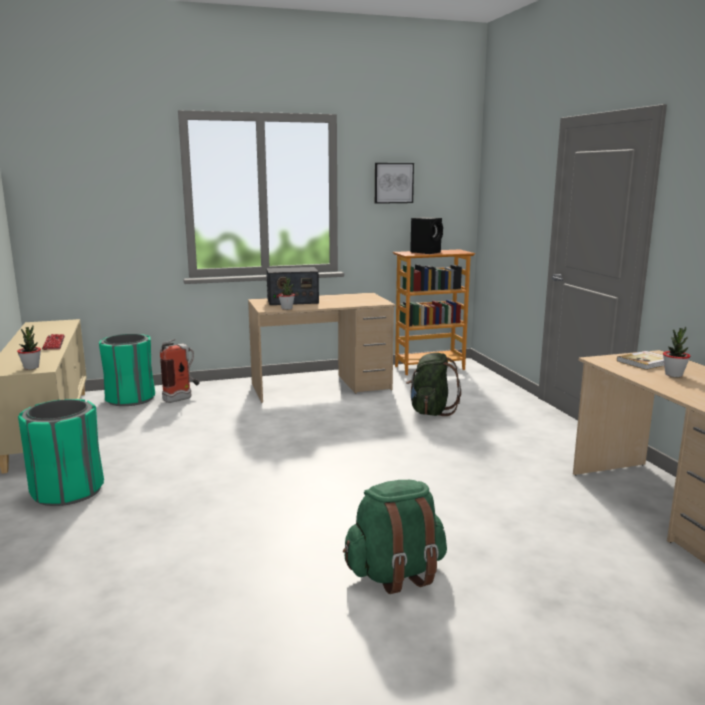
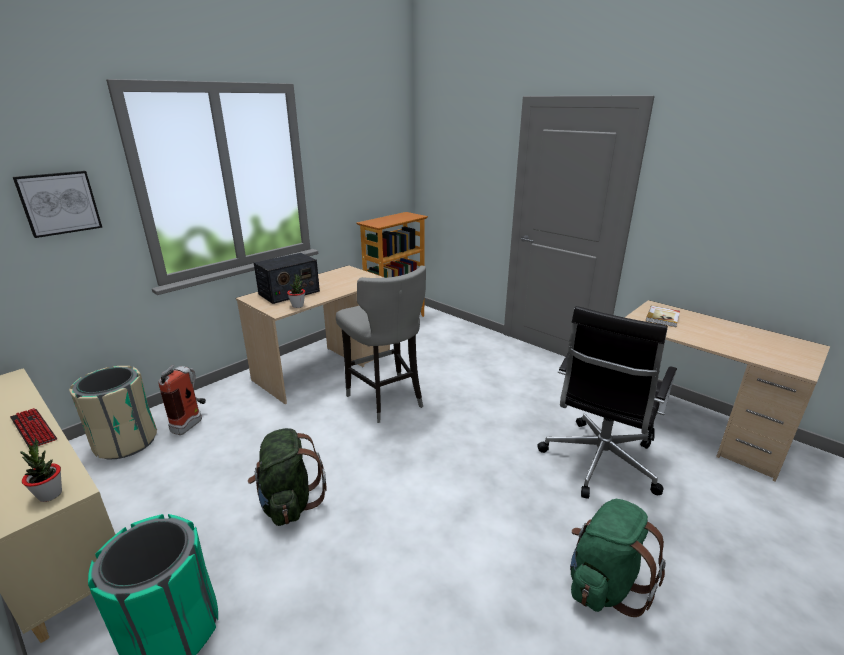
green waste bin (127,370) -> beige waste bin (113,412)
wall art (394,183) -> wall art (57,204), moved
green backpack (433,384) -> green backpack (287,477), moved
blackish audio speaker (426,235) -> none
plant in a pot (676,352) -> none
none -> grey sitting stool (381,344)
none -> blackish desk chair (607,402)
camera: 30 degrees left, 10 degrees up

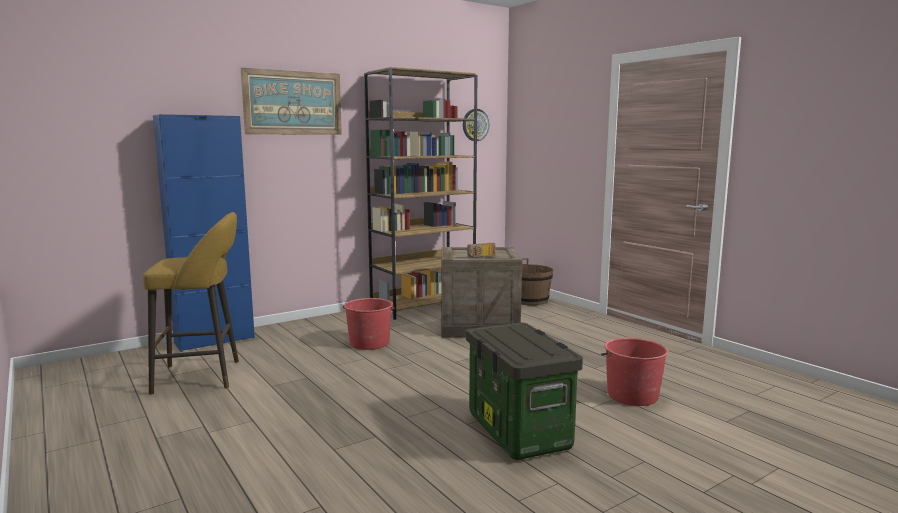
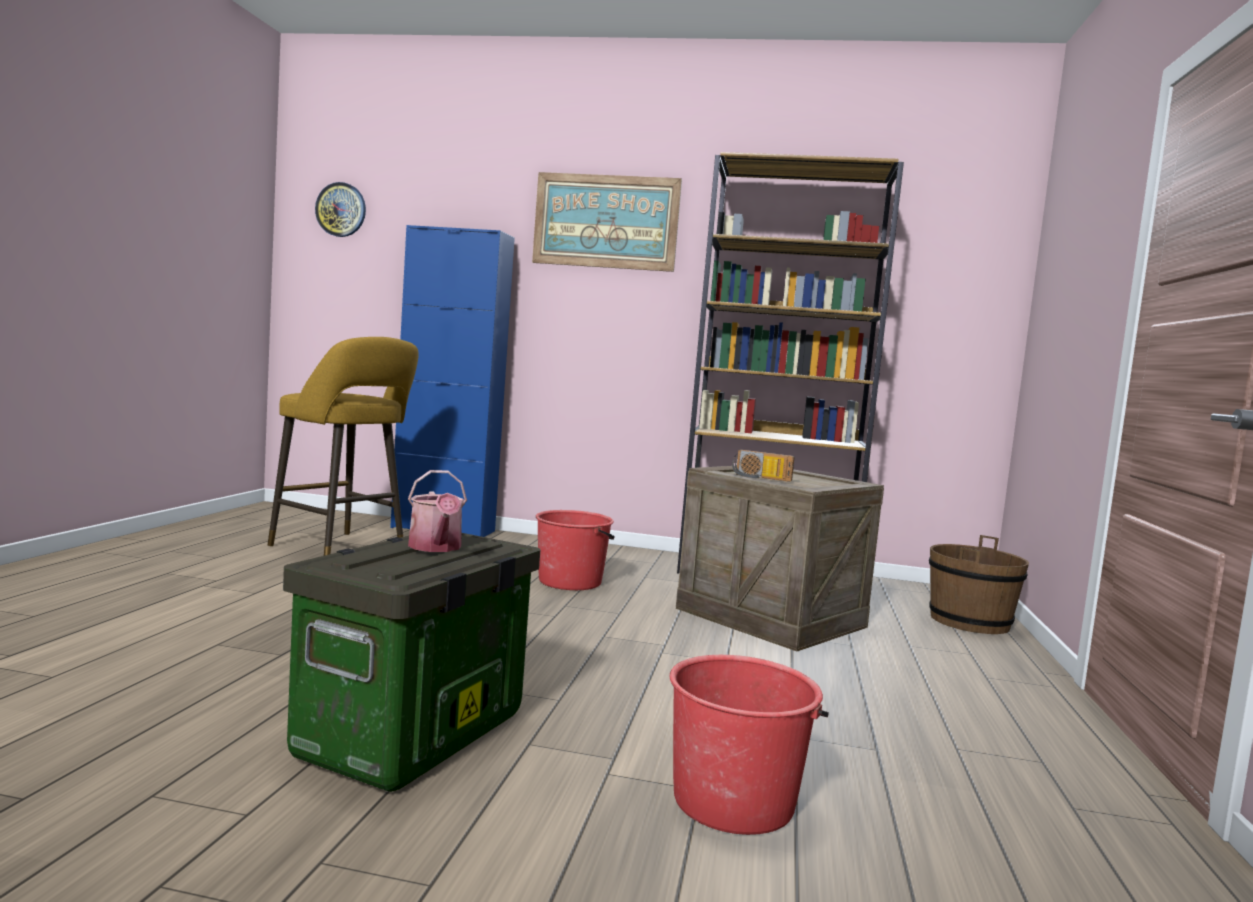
hanging clock (476,125) -> hanging clock (340,209), moved
none -> watering pot (437,511)
camera: 45 degrees right, 5 degrees down

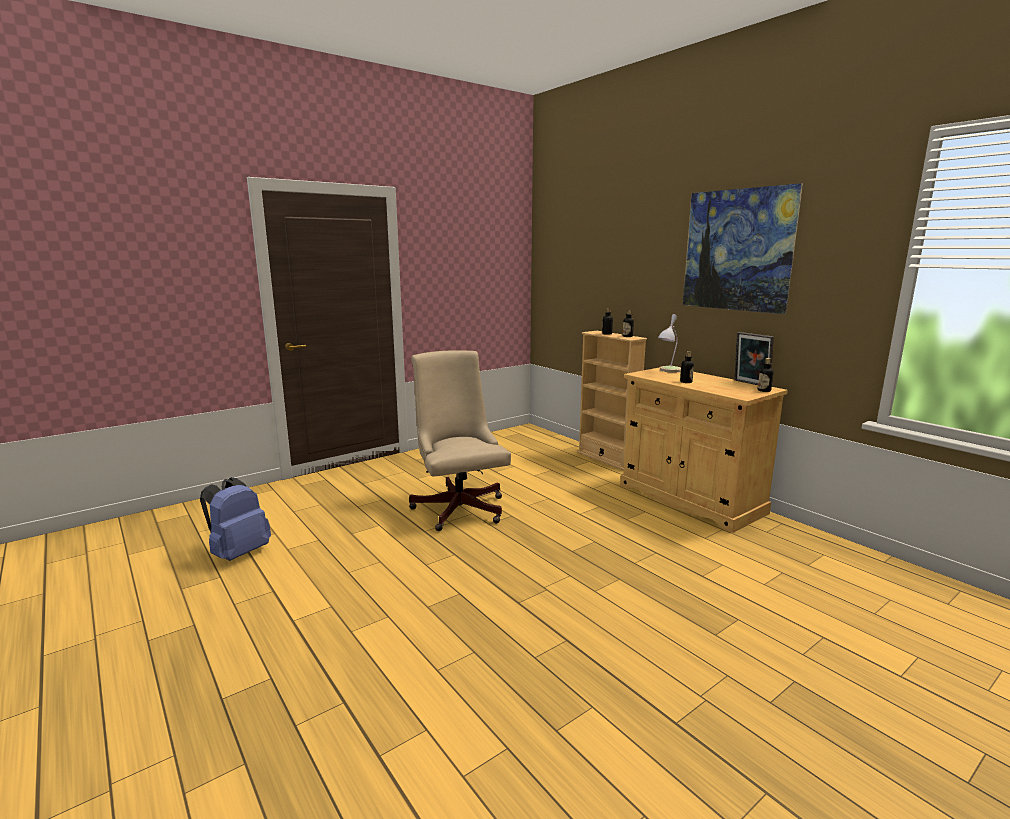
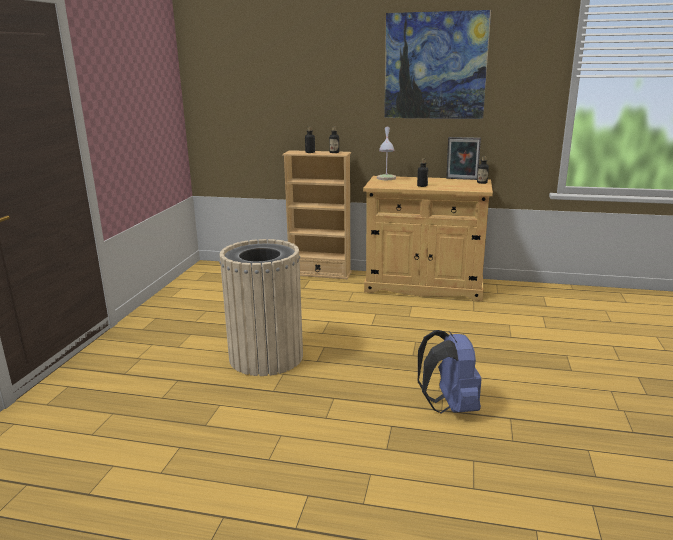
blue-coloured backpack (235,519) -> blue-coloured backpack (449,371), moved
beige desk chair (460,440) -> beige waste bin (261,307)
camera: 40 degrees left, 5 degrees up

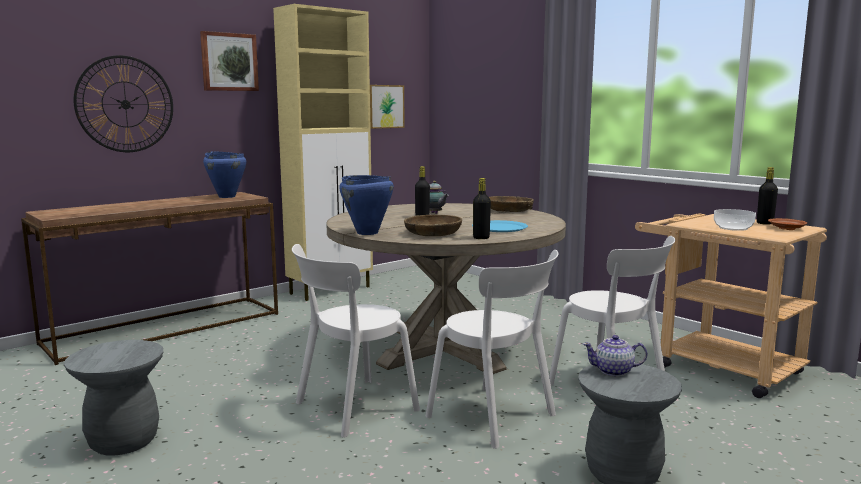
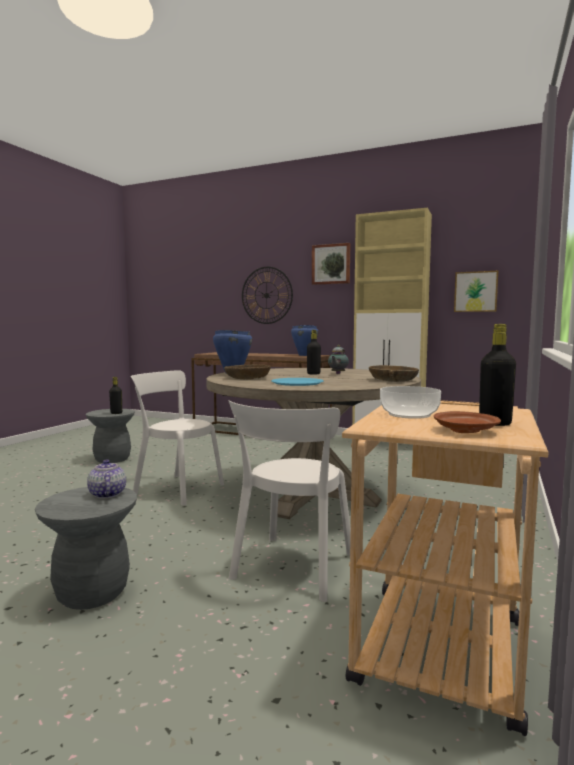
whitish plain chair (492,349) -> none
blackish beverage bottle (482,208) -> blackish beverage bottle (115,395), moved
camera: 65 degrees right, 5 degrees down

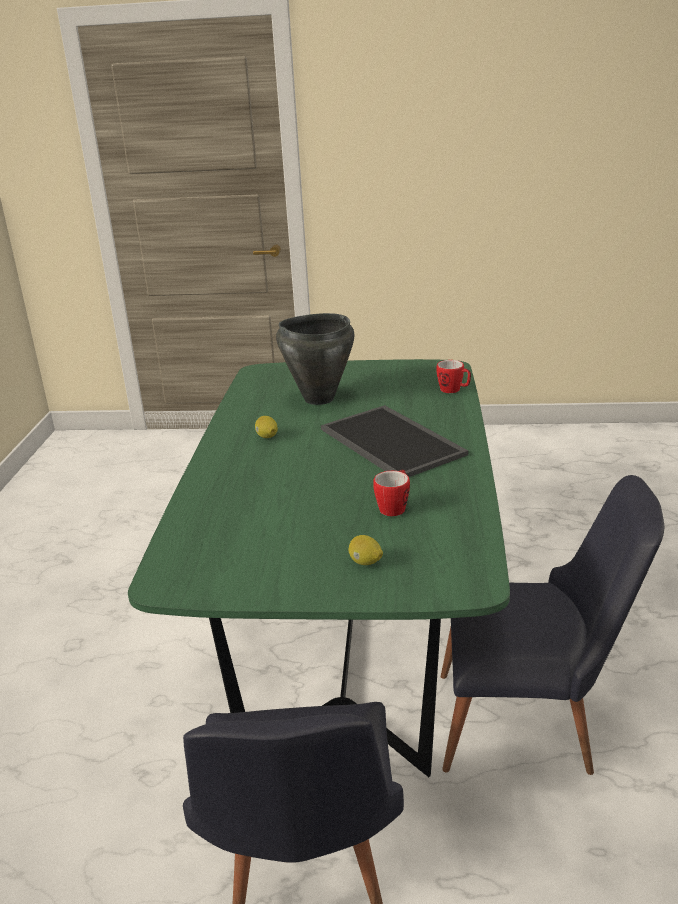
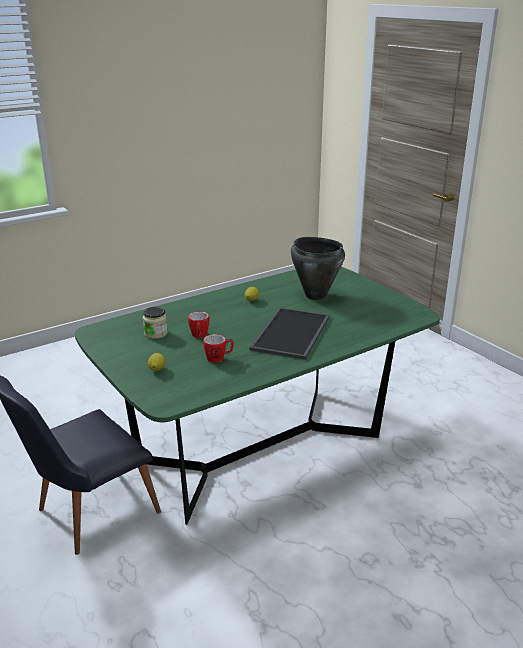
tea mug (454,376) -> tea mug (199,324), moved
blackish plain chair (552,625) -> none
none -> storage jar (155,323)
camera: 50 degrees right, 0 degrees up

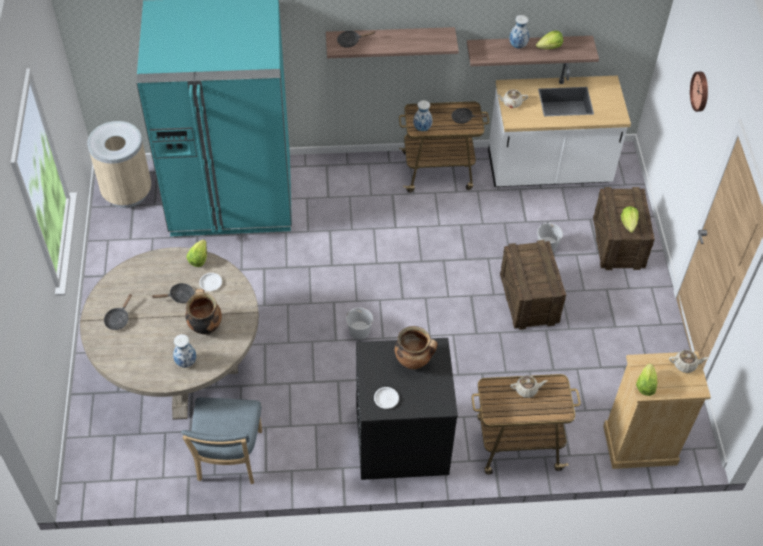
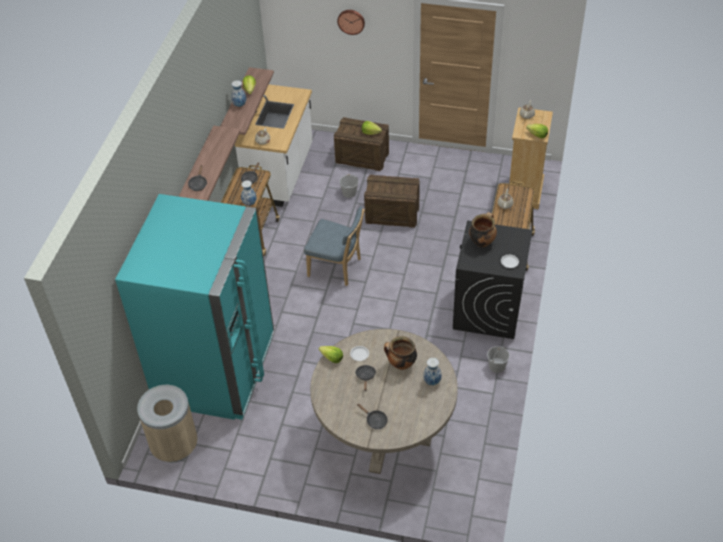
blue-coloured plain chair (221,440) -> blue-coloured plain chair (334,246), moved
whitish water bucket (359,324) -> whitish water bucket (498,359), moved
camera: 70 degrees left, 5 degrees down

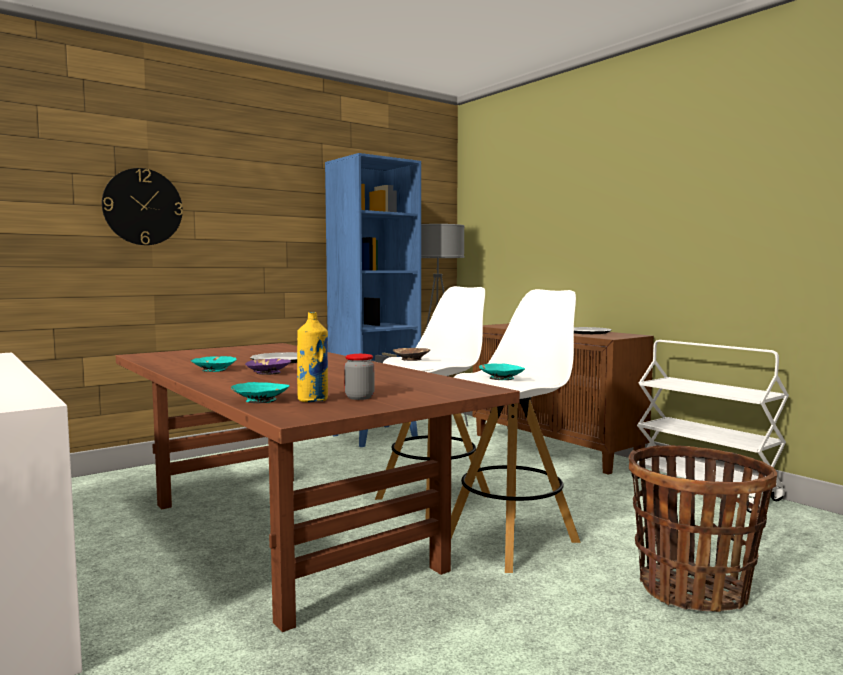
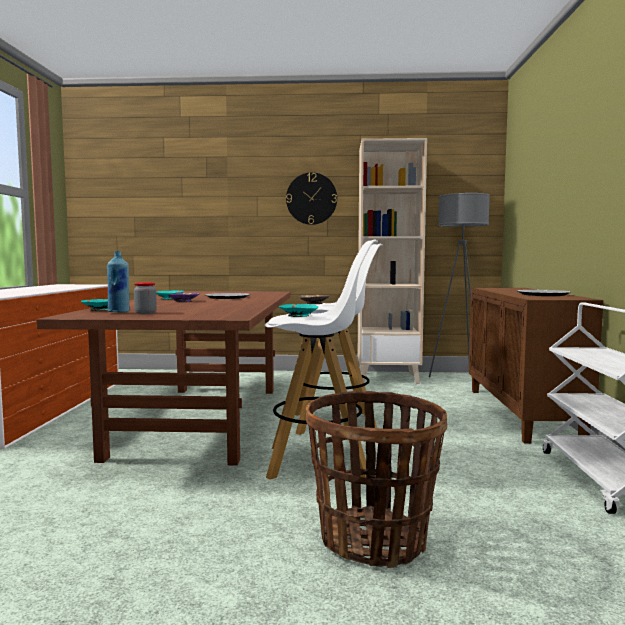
hanging clock (142,206) -> hanging clock (311,198), moved
yellow beverage bottle (312,357) -> blue-coloured beverage bottle (118,282)
blue-coloured bookcase (373,300) -> beige bookcase (392,261)
camera: 40 degrees right, 0 degrees up

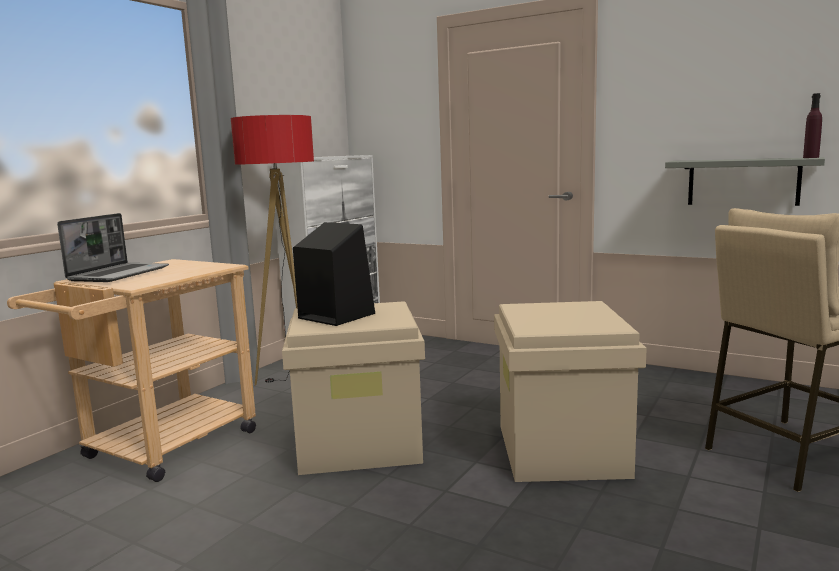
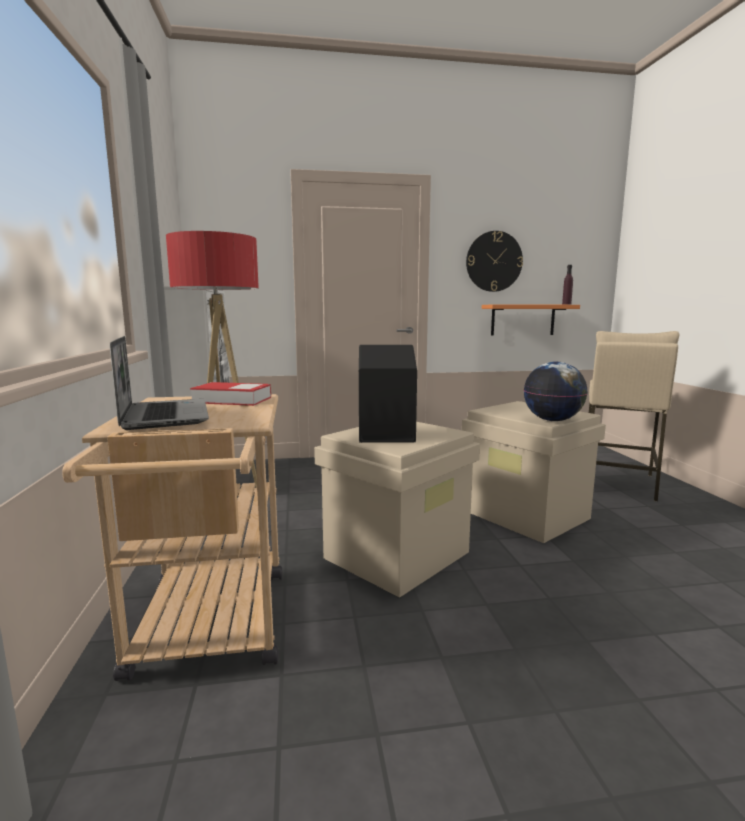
grey shelf (745,181) -> orangey shelf (531,320)
none -> bound book (230,394)
none -> hanging clock (494,261)
none -> desk globe (556,391)
camera: 40 degrees left, 0 degrees up

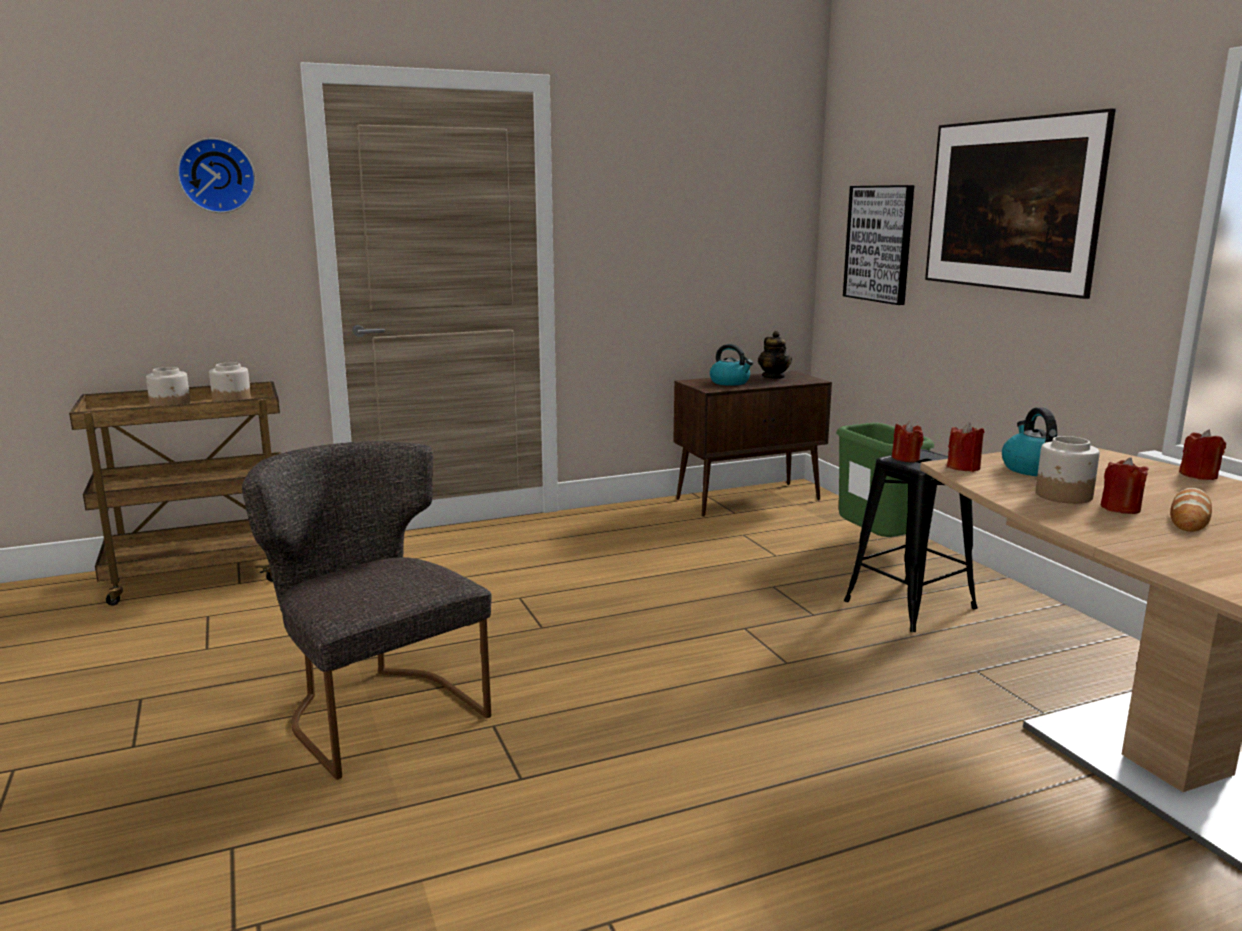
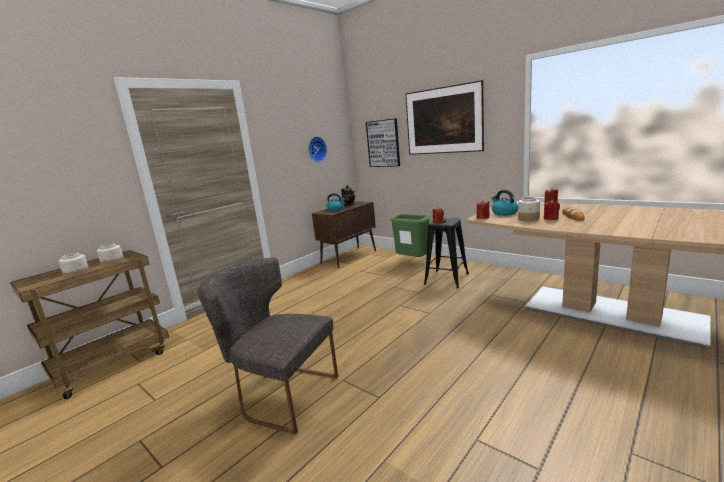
hanging clock (216,175) -> hanging clock (317,149), moved
camera: 25 degrees left, 0 degrees up

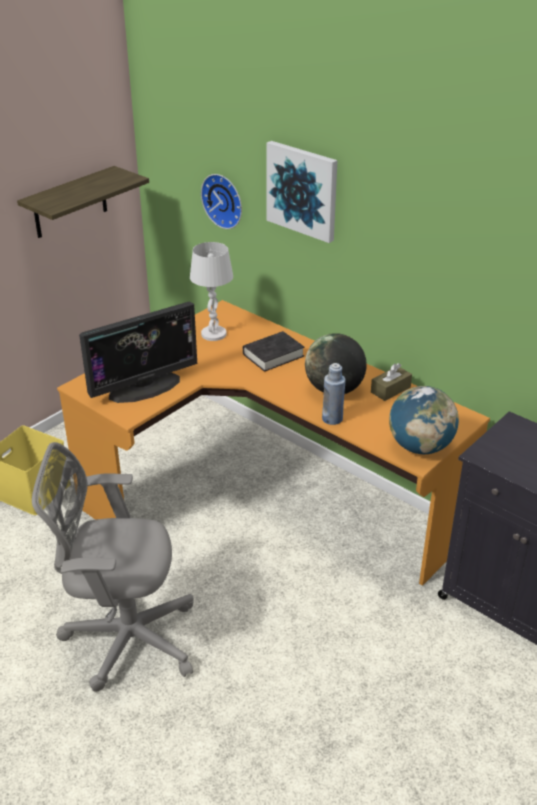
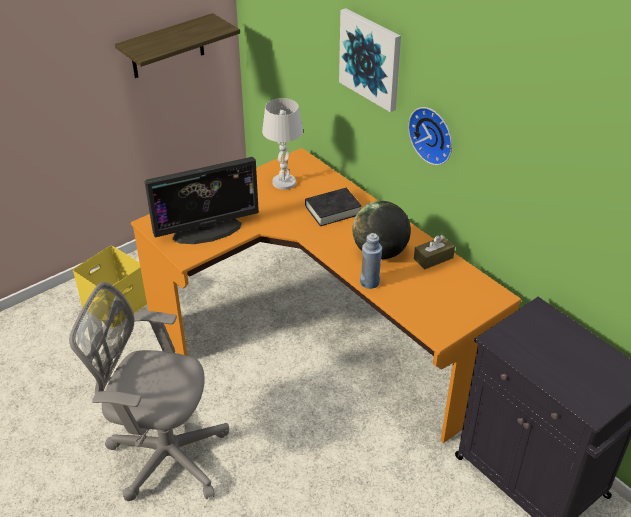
hanging clock (221,201) -> hanging clock (430,136), moved
desk globe (424,420) -> none
camera: 10 degrees right, 5 degrees up

